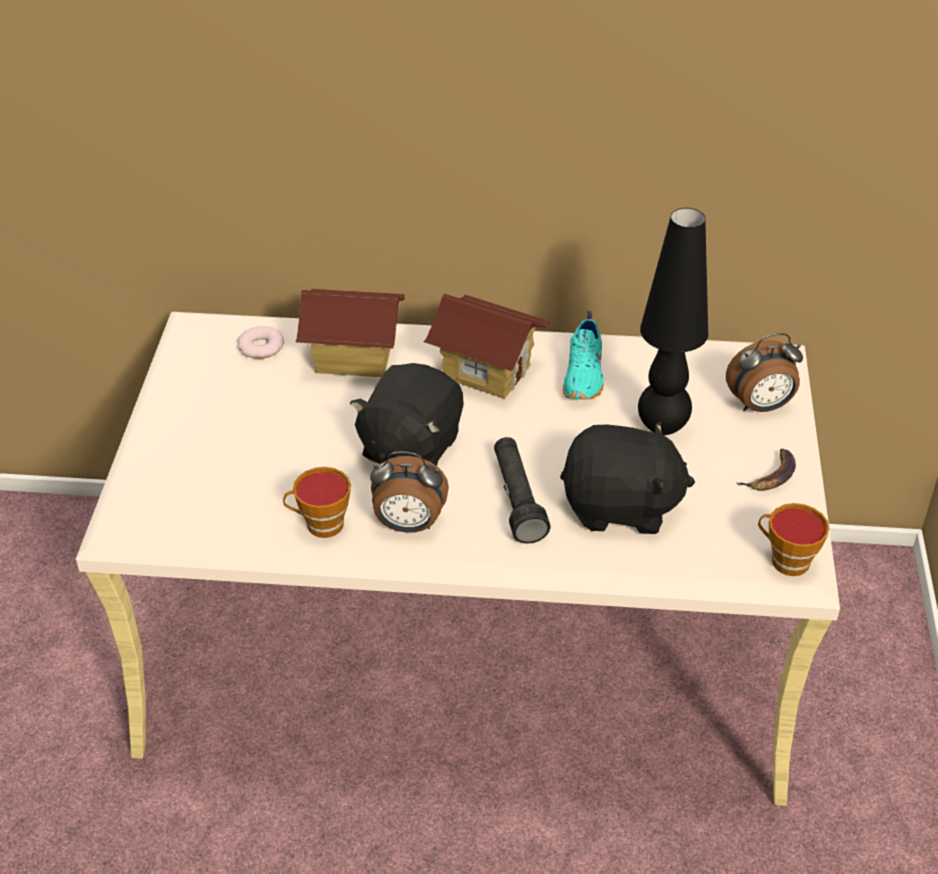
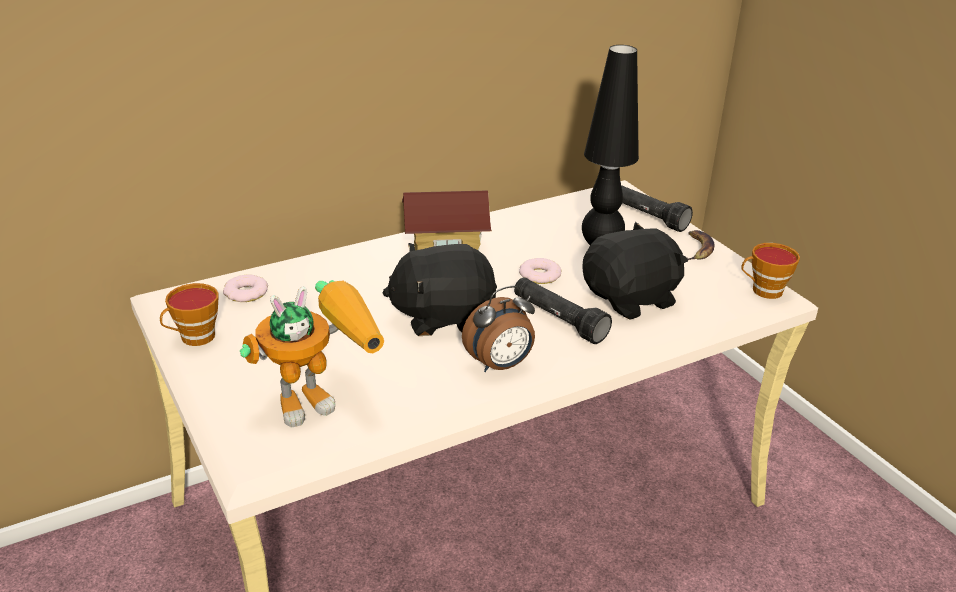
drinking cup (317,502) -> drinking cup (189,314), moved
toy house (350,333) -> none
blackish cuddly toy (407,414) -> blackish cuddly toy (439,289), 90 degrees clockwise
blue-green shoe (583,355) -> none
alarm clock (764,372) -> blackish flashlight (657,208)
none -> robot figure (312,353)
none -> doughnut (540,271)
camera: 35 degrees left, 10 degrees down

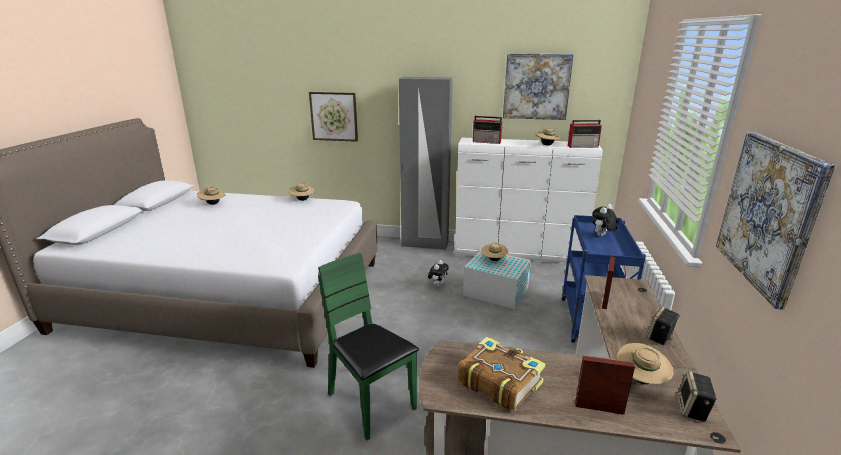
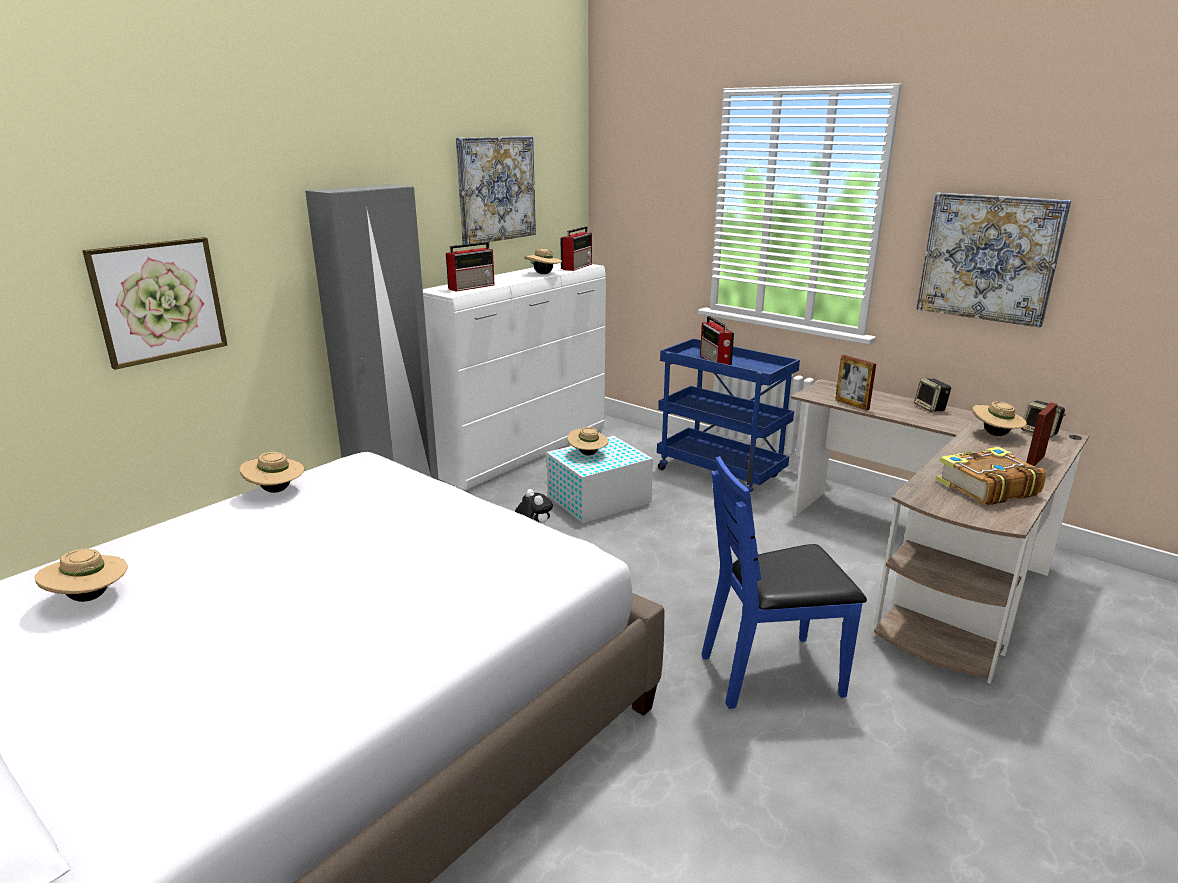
green plain chair (368,347) -> blue-coloured plain chair (784,582)
cuddly toy (605,220) -> radio receiver (717,340)
camera: 60 degrees left, 0 degrees up

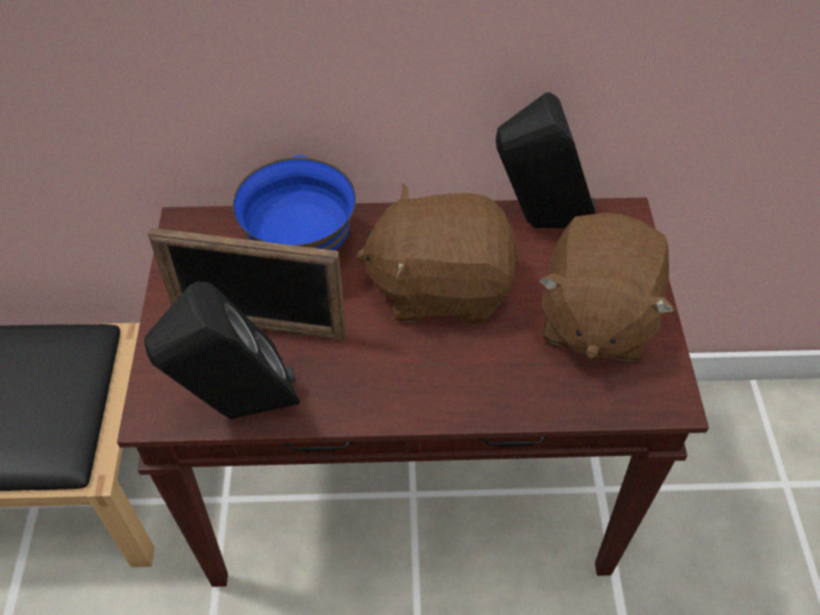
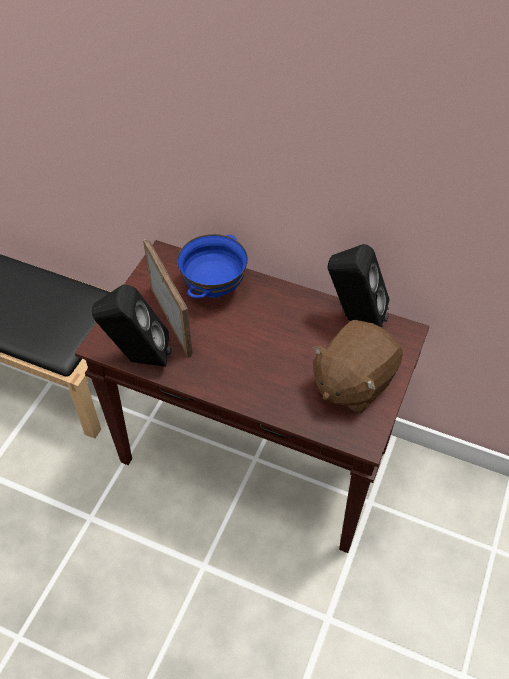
picture frame (247,284) -> picture frame (168,298), 150 degrees counterclockwise
brown-coloured cuddly toy (437,253) -> none
camera: 25 degrees right, 0 degrees up

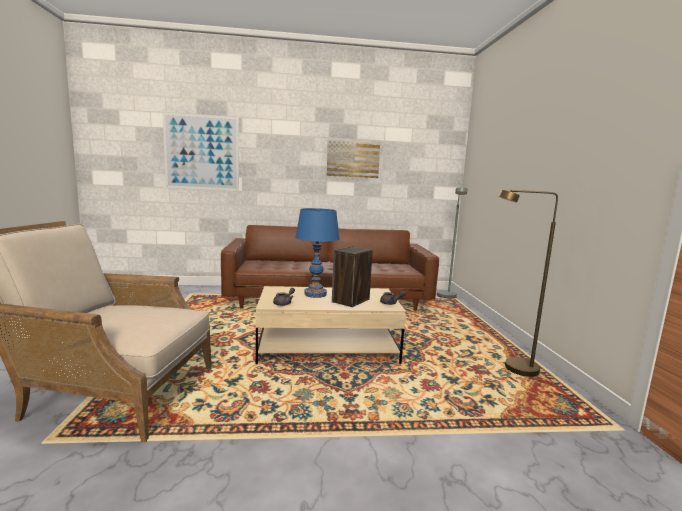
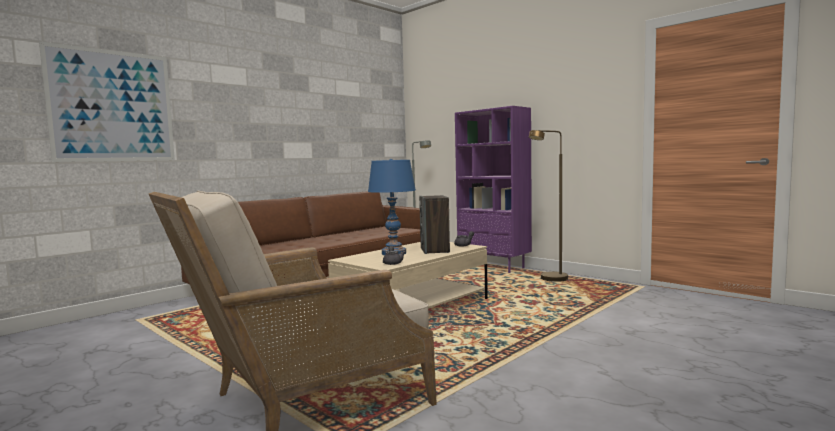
wall art (353,158) -> none
none -> purple-coloured bookcase (493,189)
camera: 40 degrees left, 5 degrees down

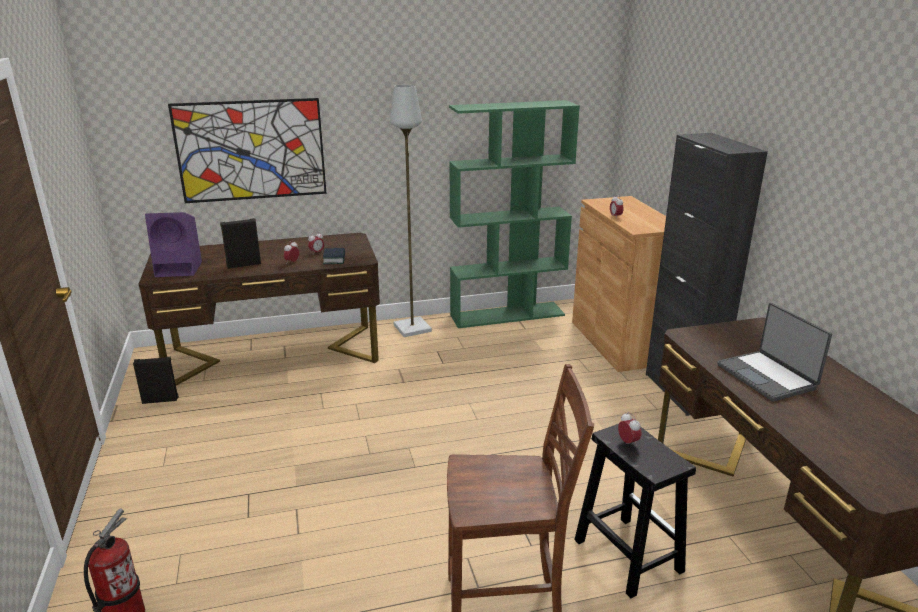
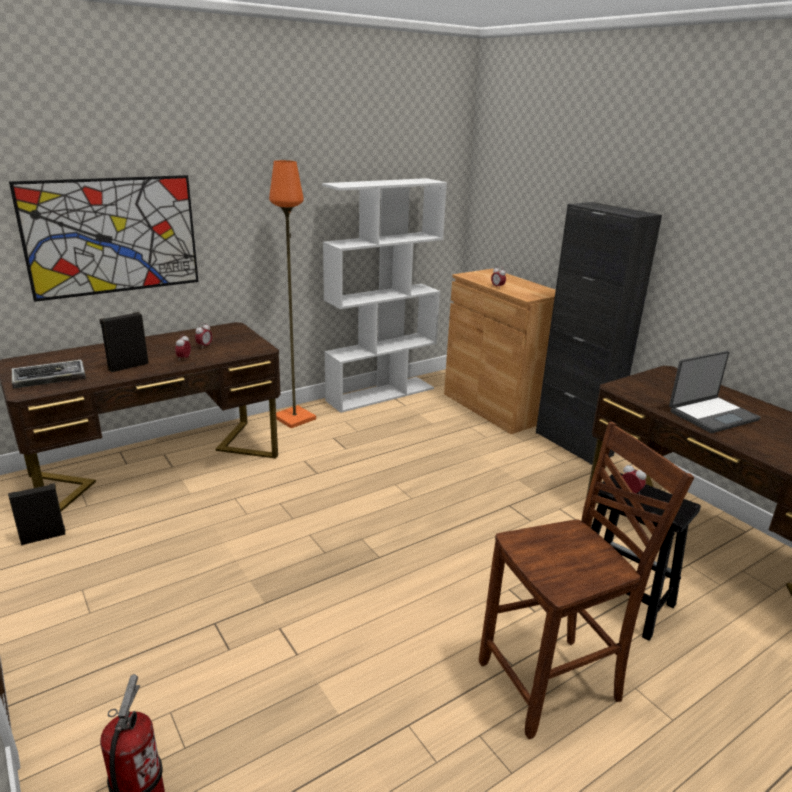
purple-coloured audio speaker (173,244) -> PC keyboard (49,374)
bound book (334,256) -> none
grey standard lamp (411,210) -> orangey standard lamp (292,294)
green bookcase (514,214) -> whitish bookcase (384,295)
laptop (774,352) -> laptop (715,392), 75 degrees counterclockwise
camera: 20 degrees left, 0 degrees up

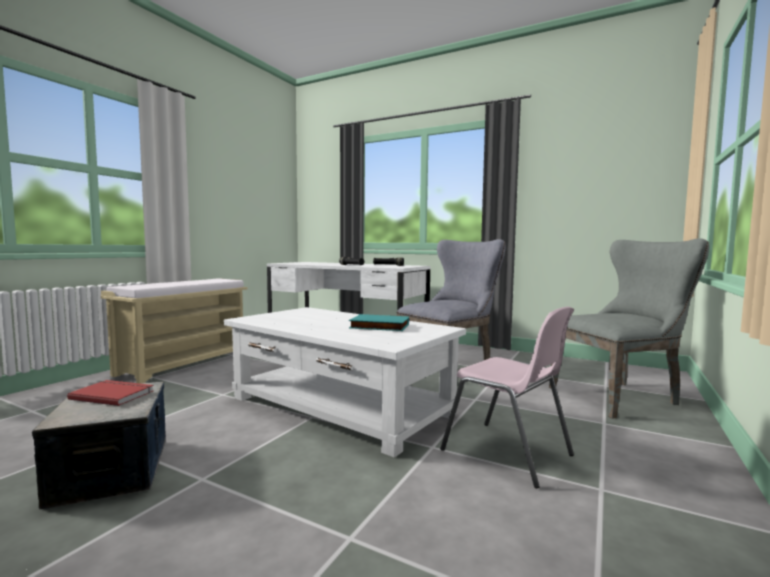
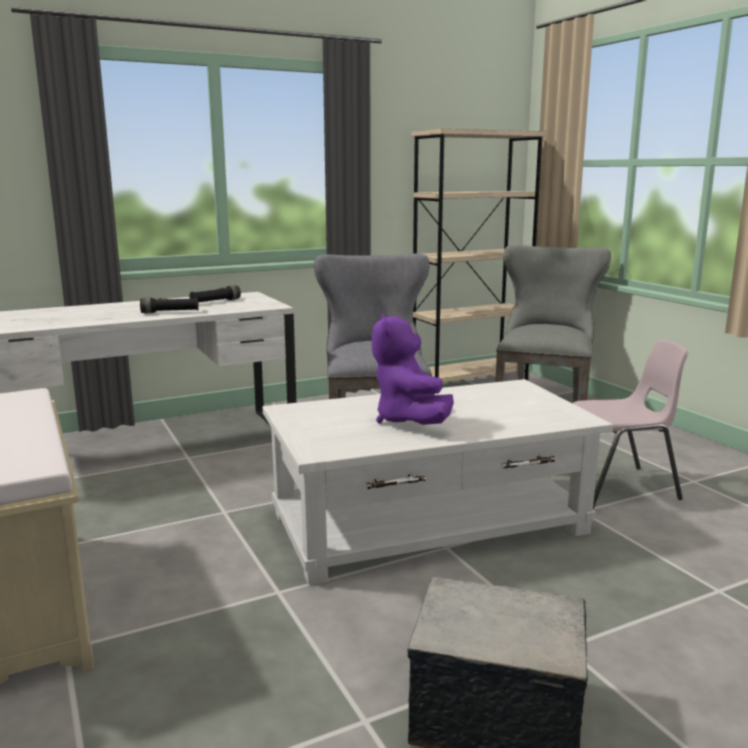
reddish bound book (110,393) -> none
blue-green bound book (379,322) -> none
none -> purple-coloured cuddly toy (413,369)
none -> beige bookcase (478,255)
camera: 55 degrees left, 10 degrees up

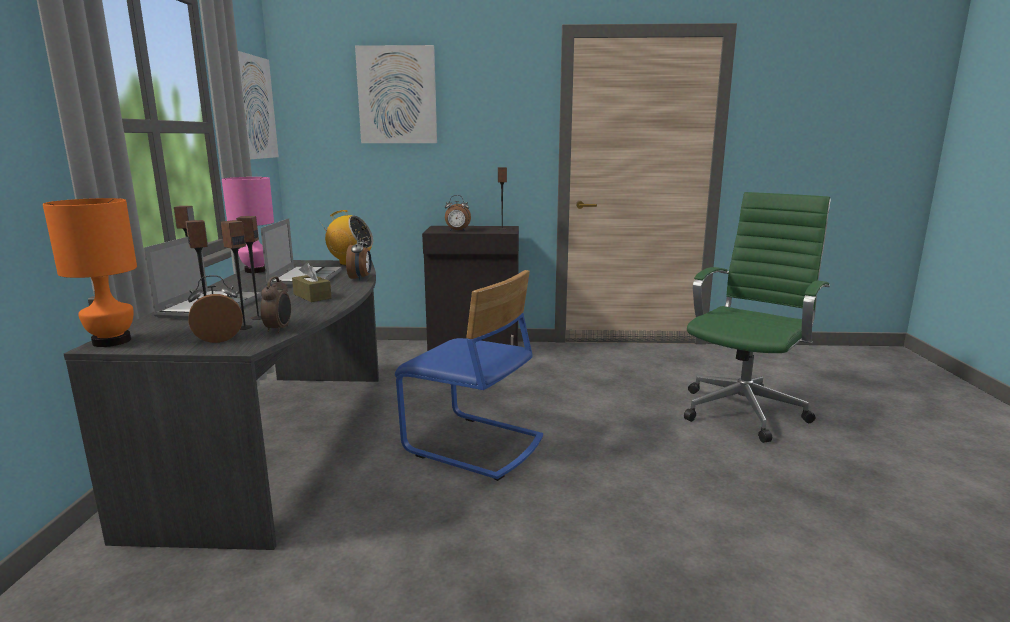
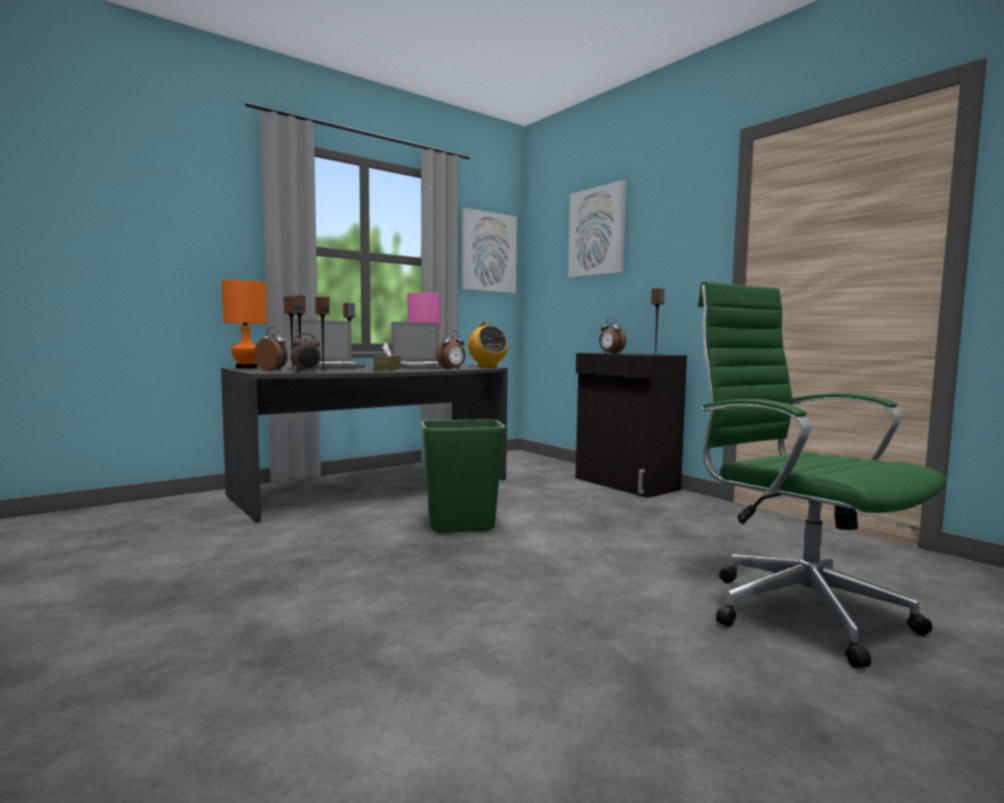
blue-coloured plain chair (469,375) -> green waste bin (463,476)
green desk chair (757,317) -> green desk chair (822,474), 120 degrees counterclockwise
camera: 50 degrees right, 10 degrees down

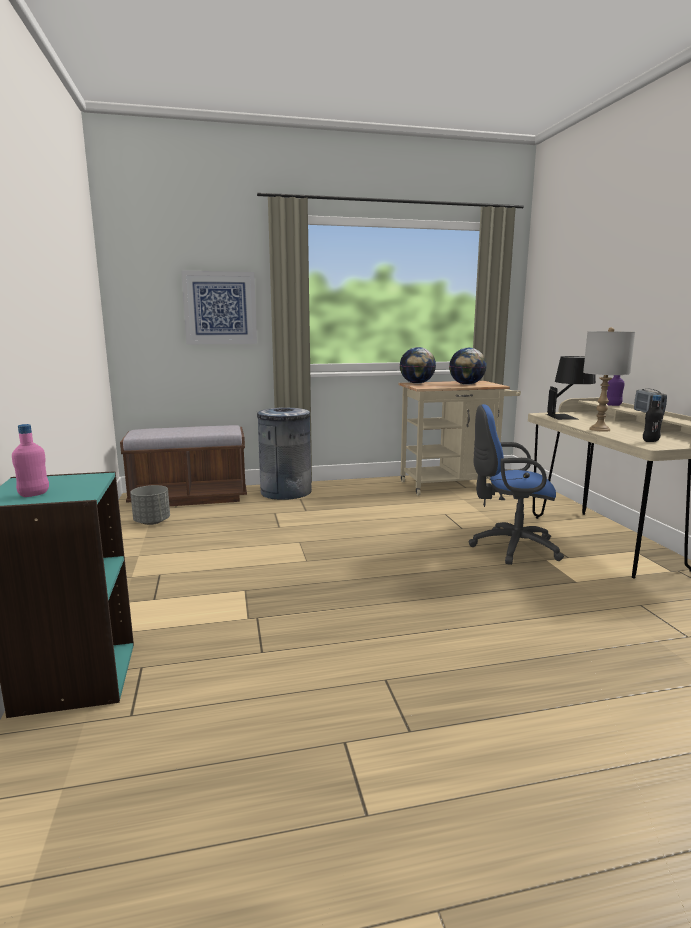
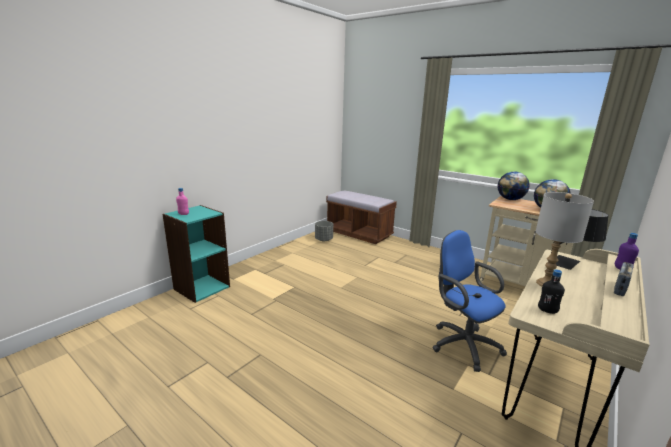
wall art (219,307) -> none
grey waste bin (284,454) -> none
camera: 50 degrees right, 5 degrees up

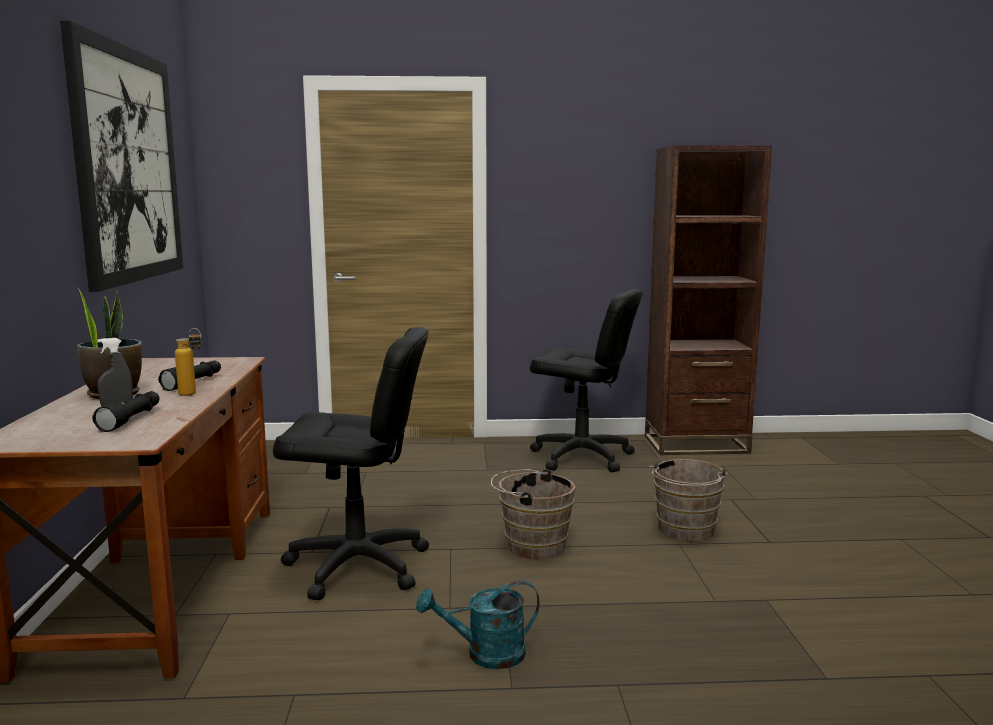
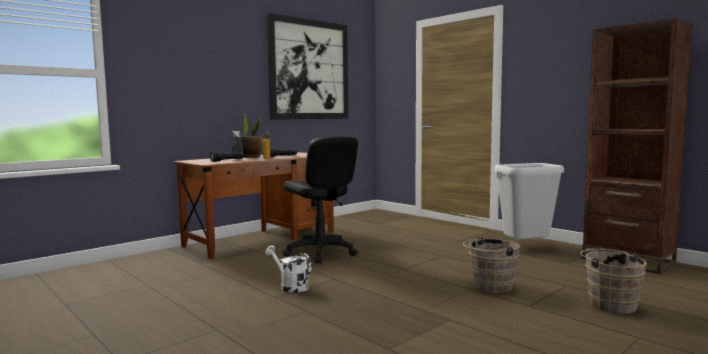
blue-green watering pot (478,624) -> whitish watering pot (288,269)
brown-coloured water bucket (533,514) -> brown-coloured water bucket (613,281), moved
blackish desk chair (586,380) -> grey waste bin (529,201)
camera: 50 degrees right, 5 degrees down

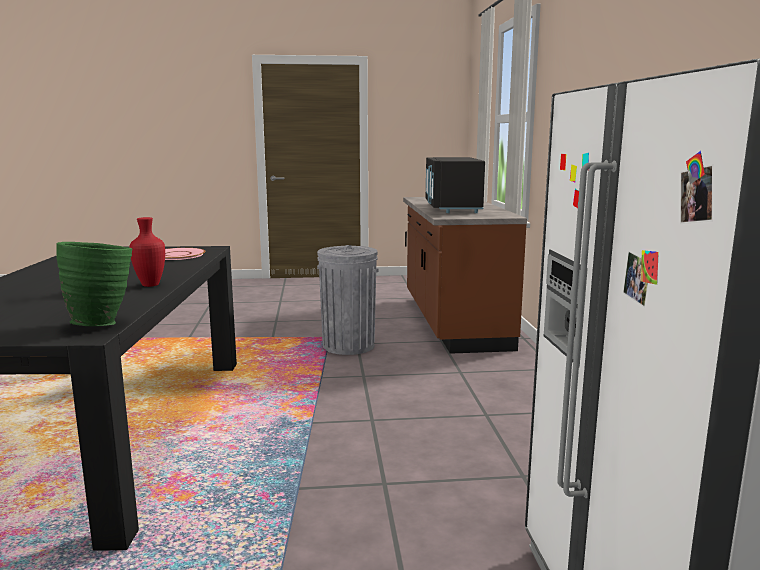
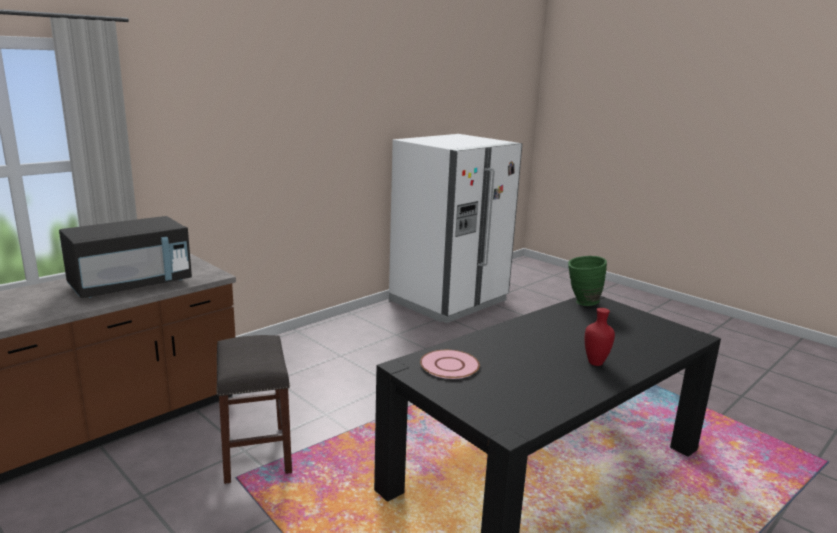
reddish vase (147,252) -> reddish vase (600,337), moved
grey waste bin (348,300) -> grey sitting stool (254,409)
camera: 130 degrees left, 5 degrees up

